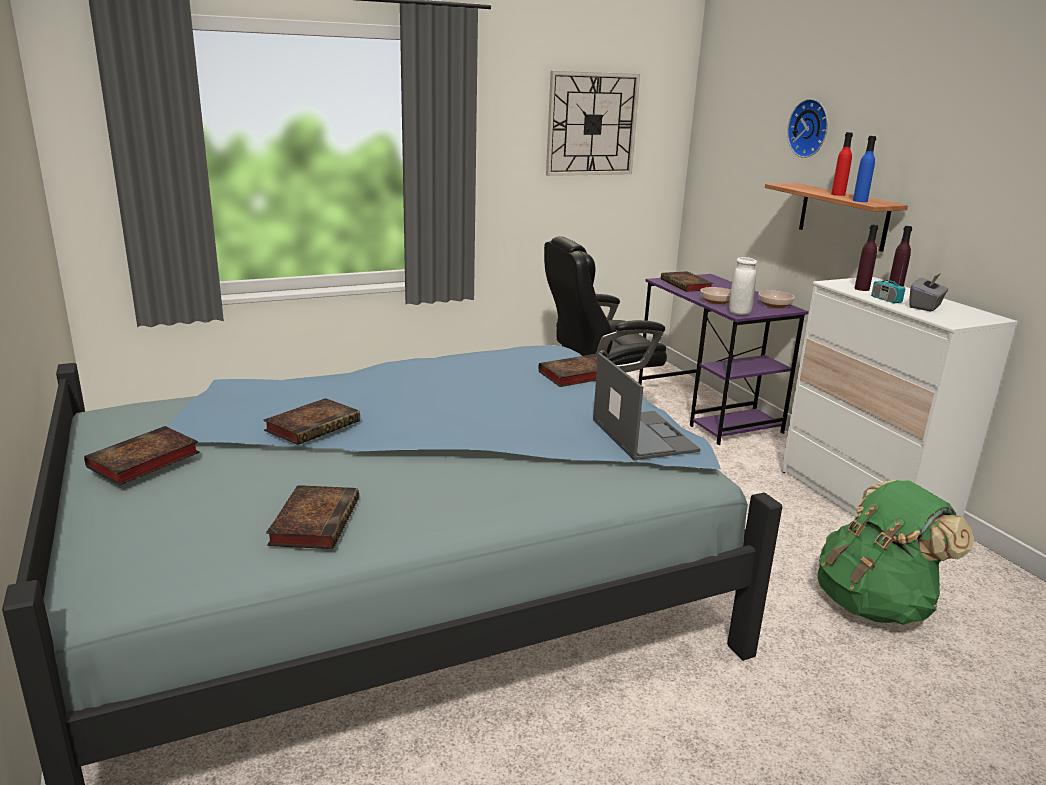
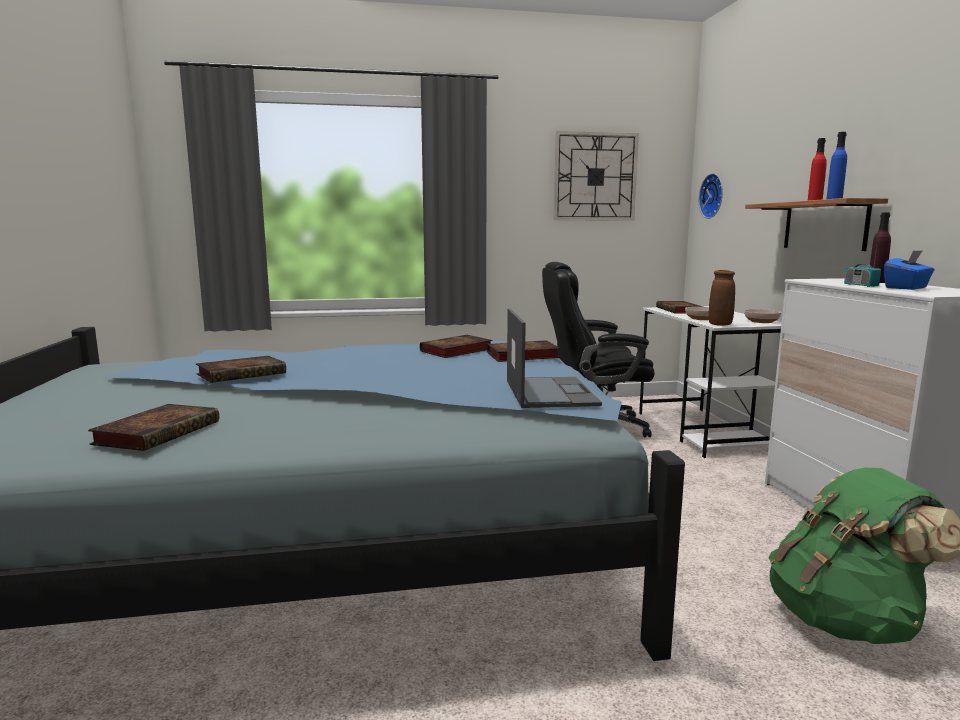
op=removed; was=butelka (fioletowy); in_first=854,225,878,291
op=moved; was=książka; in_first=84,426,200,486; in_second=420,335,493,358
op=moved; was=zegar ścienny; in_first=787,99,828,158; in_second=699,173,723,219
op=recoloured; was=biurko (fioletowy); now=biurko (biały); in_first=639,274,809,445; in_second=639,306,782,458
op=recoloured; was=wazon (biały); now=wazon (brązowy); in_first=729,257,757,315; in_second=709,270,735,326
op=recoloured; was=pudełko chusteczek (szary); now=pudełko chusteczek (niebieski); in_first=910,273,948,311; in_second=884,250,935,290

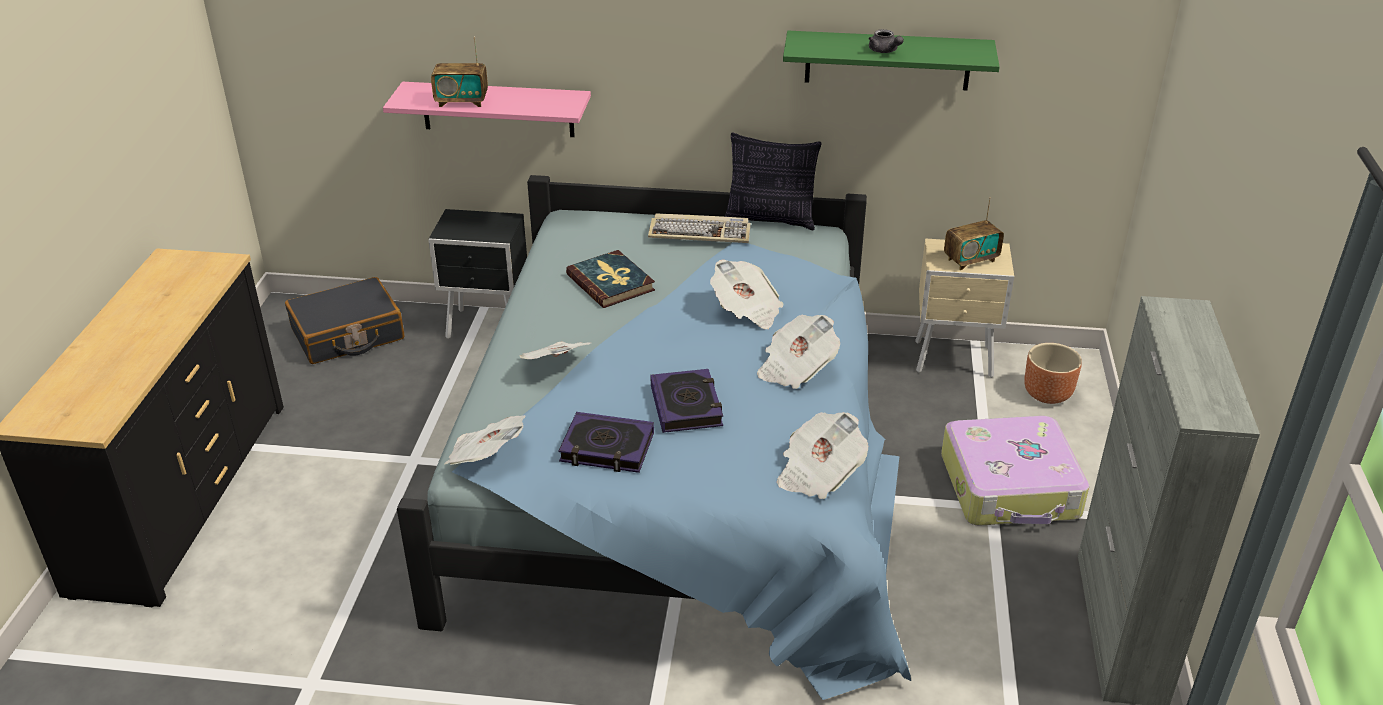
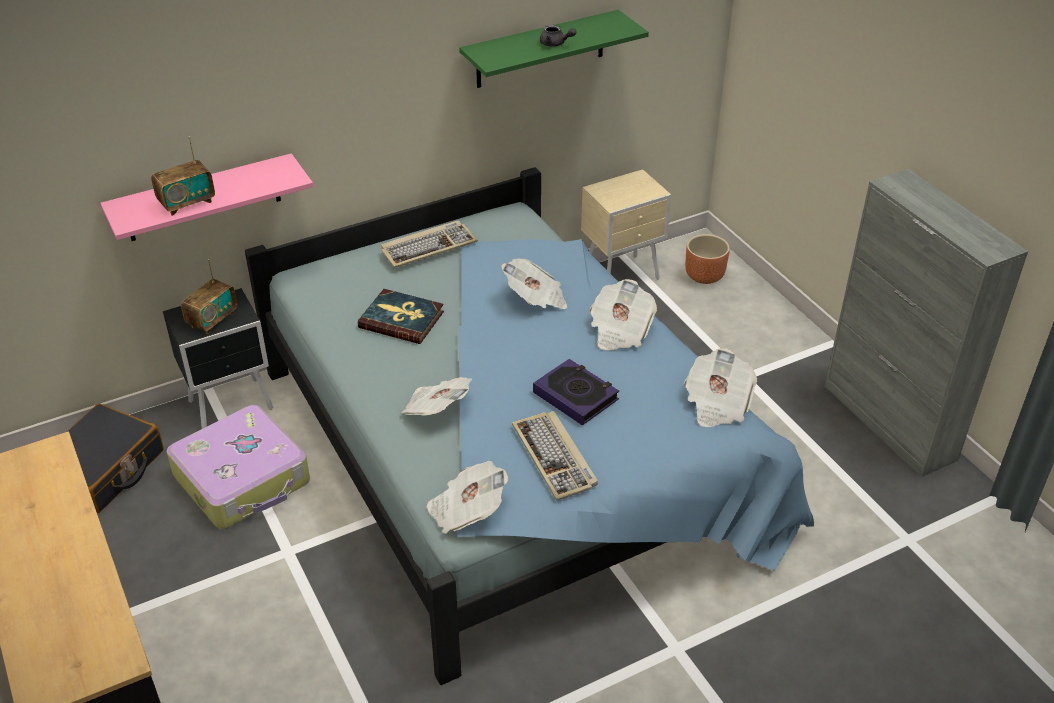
op=removed; was=poduszka; in_first=725,133,821,230
op=moved; was=walizka; in_first=941,416,1089,526; in_second=167,405,310,529
op=moved; was=radio; in_first=944,197,1004,270; in_second=181,259,237,335
op=replaced; was=książka; now=klawiatura; in_first=558,412,654,473; in_second=512,411,598,501

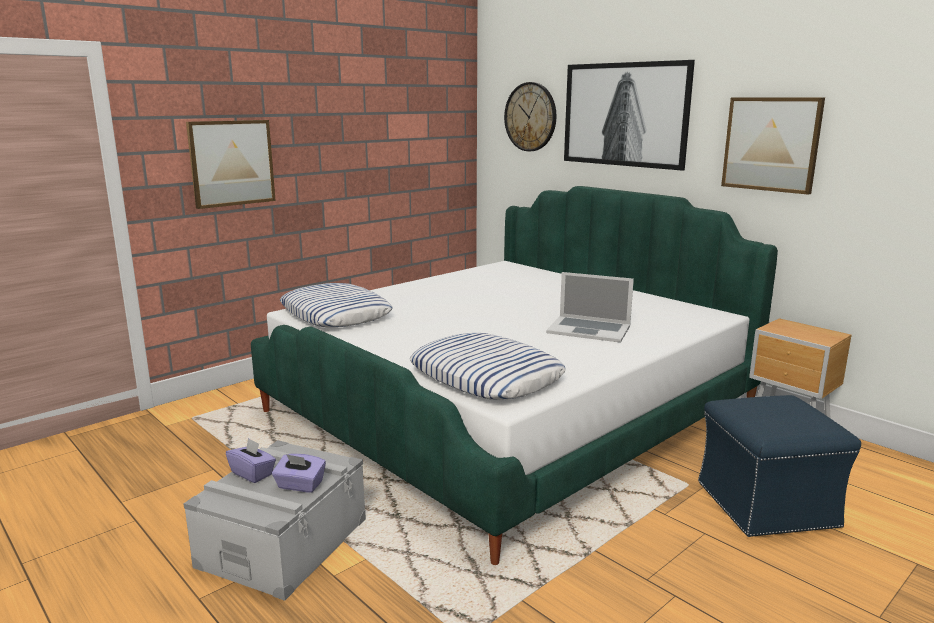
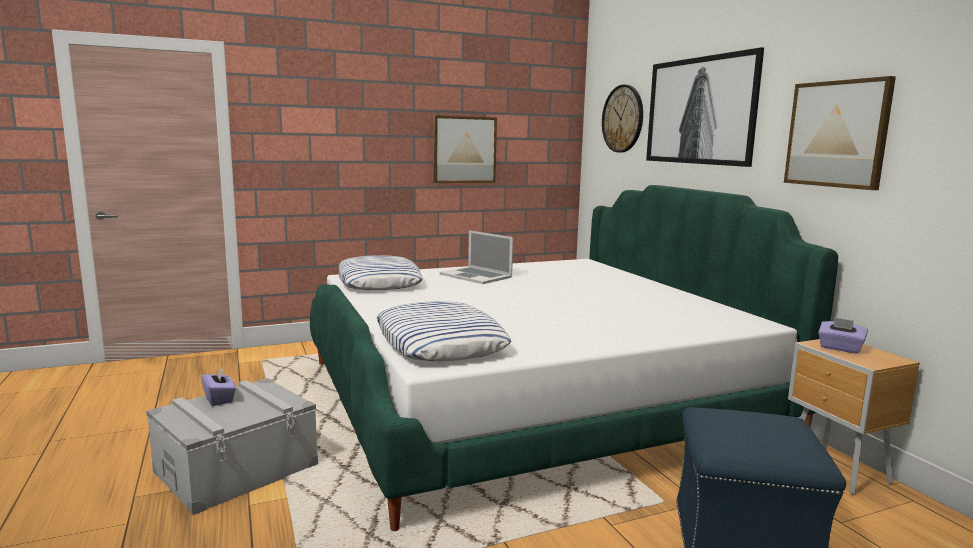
op=moved; was=obraz; in_first=186,120,276,209; in_second=433,115,497,183
op=moved; was=pudełko chusteczek (fioletowy); in_first=272,454,326,493; in_second=818,317,868,354
op=moved; was=laptop; in_first=546,272,634,343; in_second=440,230,513,284

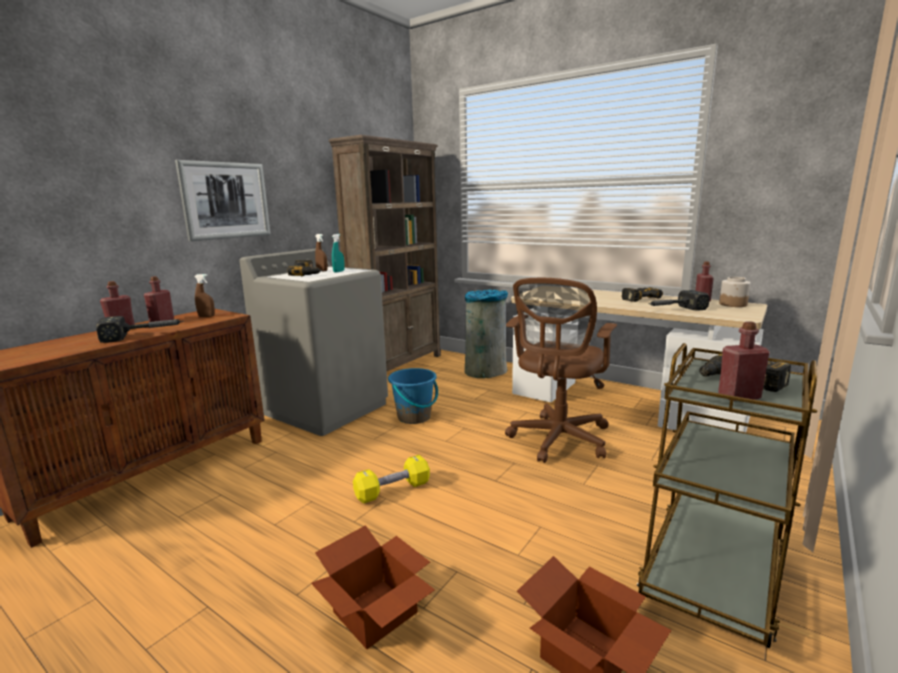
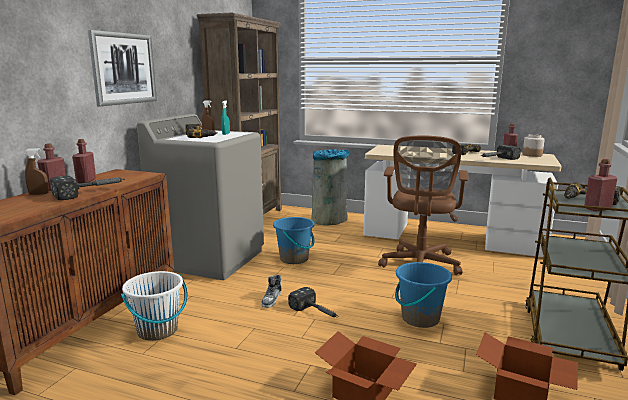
op=added; now=wiadro (biały); in_second=121,271,188,341
op=added; now=but; in_second=262,275,282,308
op=added; now=wiadro (niebieski); in_second=395,262,452,328
op=moved; was=spryskiwacz (brązowy); in_first=194,274,215,317; in_second=25,148,49,195
op=replaced; was=hantel (żółty); now=młotek; in_first=353,455,430,504; in_second=288,287,338,317

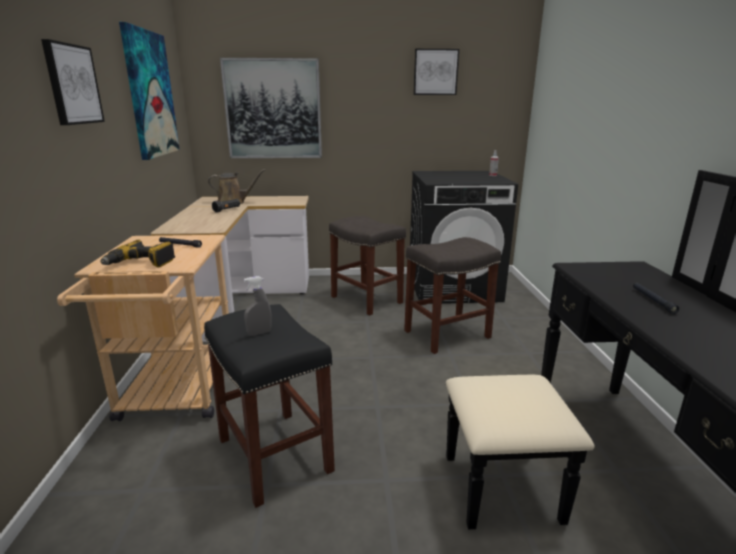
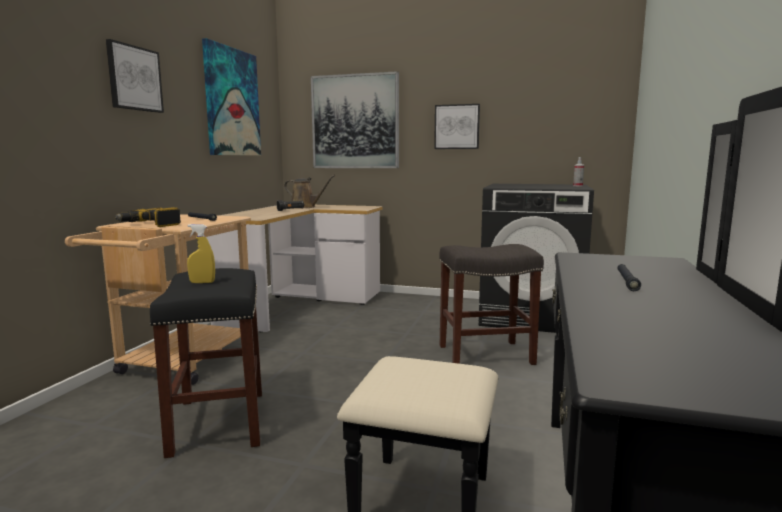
op=removed; was=stołek (szary); in_first=329,216,406,316
op=moved; was=obraz; in_first=413,49,459,95; in_second=434,104,480,149
op=recoloured; was=spryskiwacz (szary); now=spryskiwacz (żółty); in_first=244,276,272,336; in_second=187,224,215,283

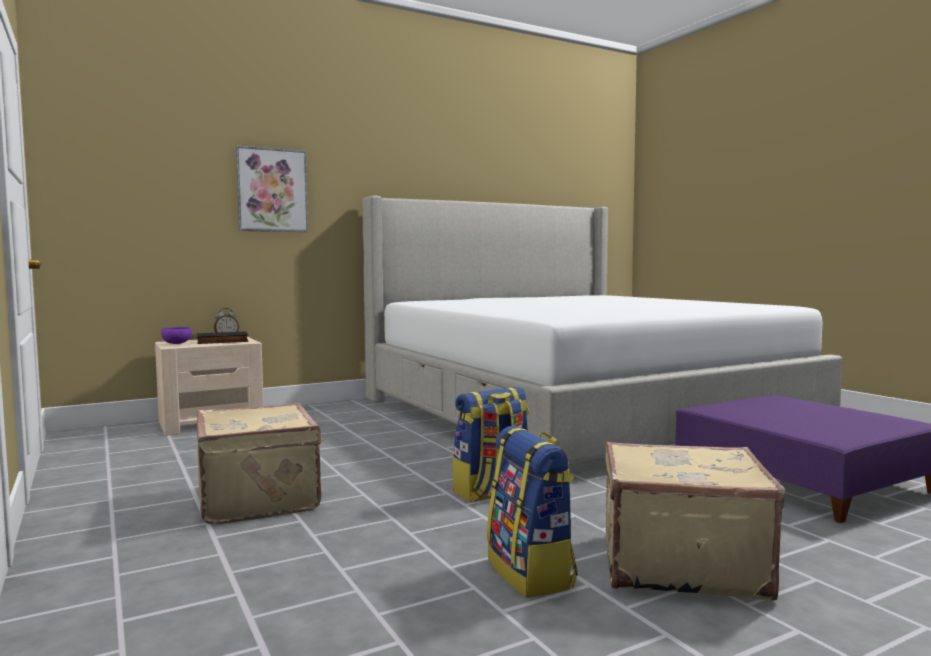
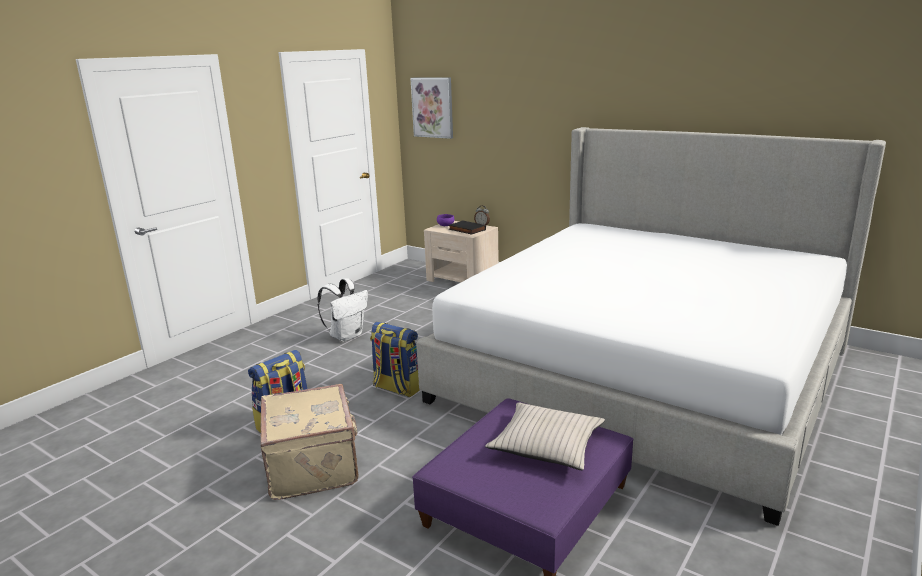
op=added; now=poduszka (beżowy); in_second=485,402,605,470
op=moved; was=obraz; in_first=236,145,308,232; in_second=410,77,453,139
op=replaced; was=walizka (beżowy); now=plecak (biały); in_first=197,403,323,524; in_second=318,278,368,342

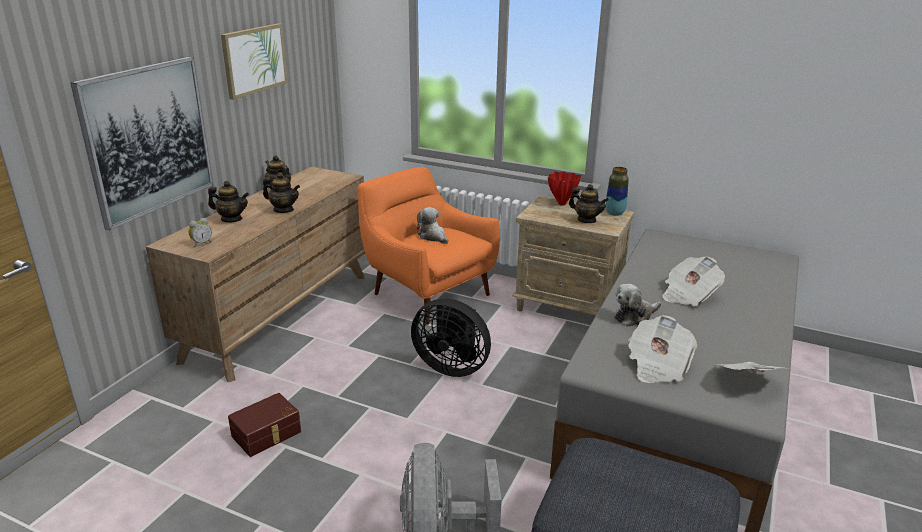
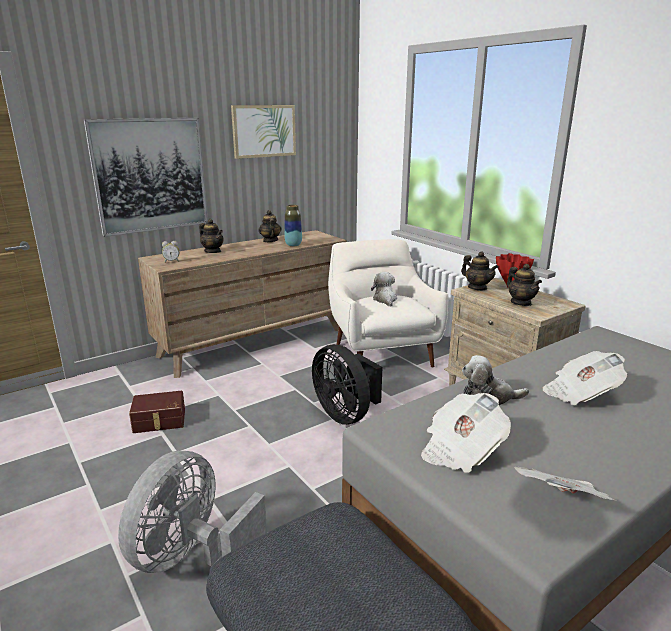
op=moved; was=imbryk; in_first=263,172,300,213; in_second=461,251,498,290
op=moved; was=wazon; in_first=605,167,629,216; in_second=284,205,302,247
op=recoloured; was=fotel (pomarańczowy); now=fotel (biały); in_first=358,167,500,325; in_second=328,239,449,368

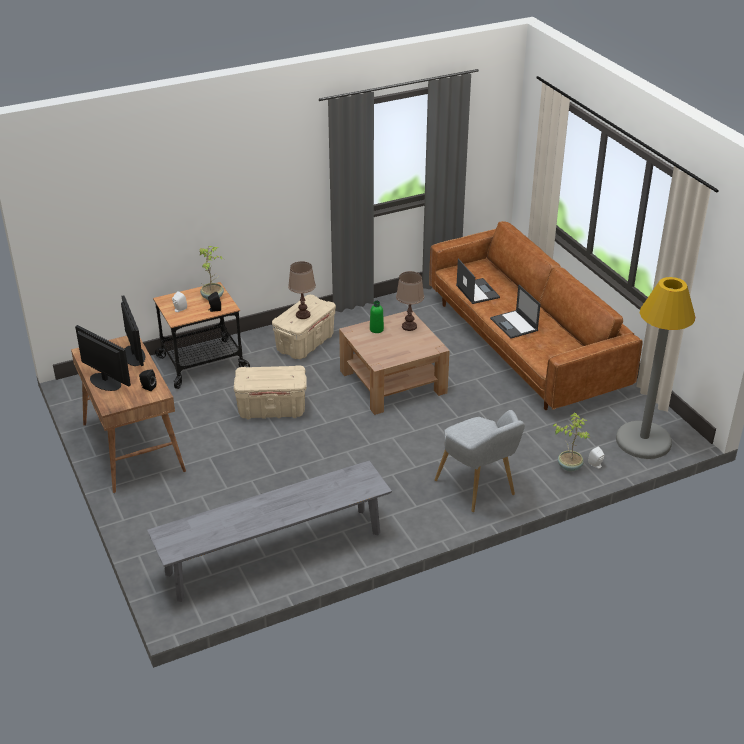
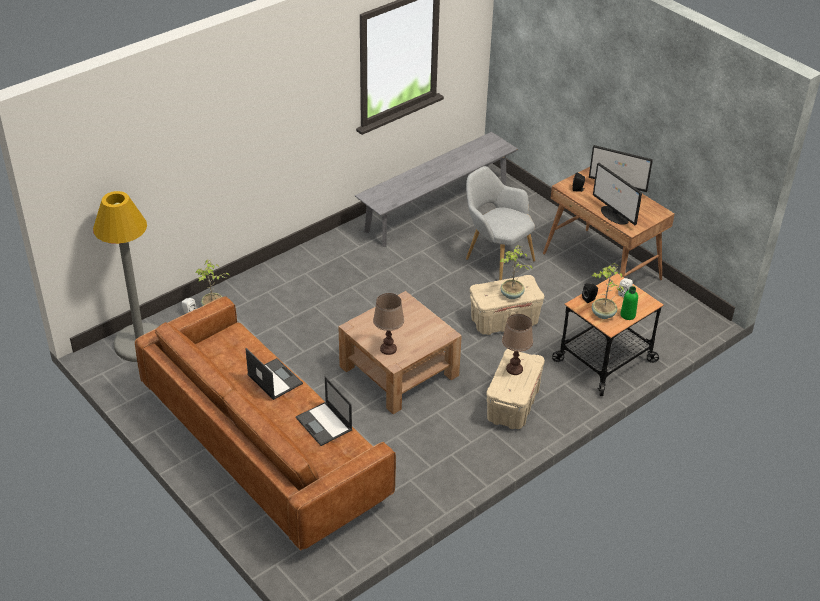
op=added; now=roślina doniczkowa; in_second=500,245,532,299
op=moved; was=butelka (zielony); in_first=370,300,384,333; in_second=620,286,638,320
op=moved; was=fotel (szary); in_first=435,410,525,512; in_second=466,166,535,280

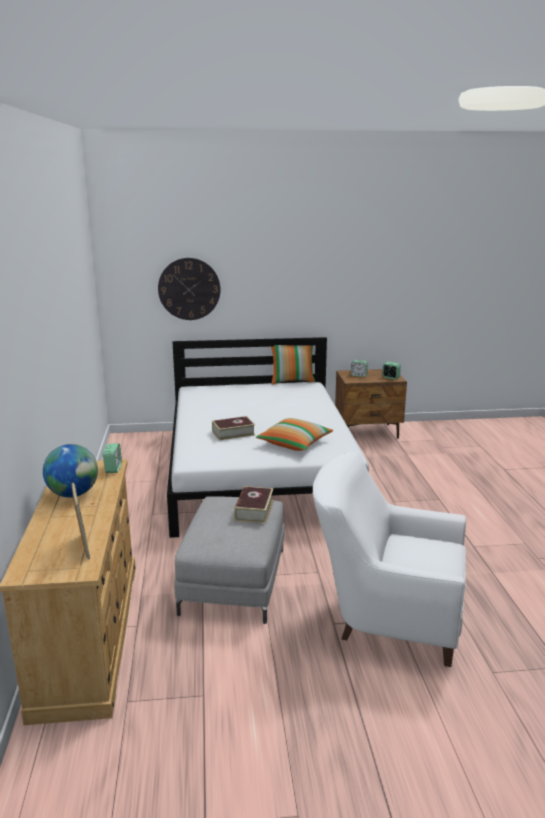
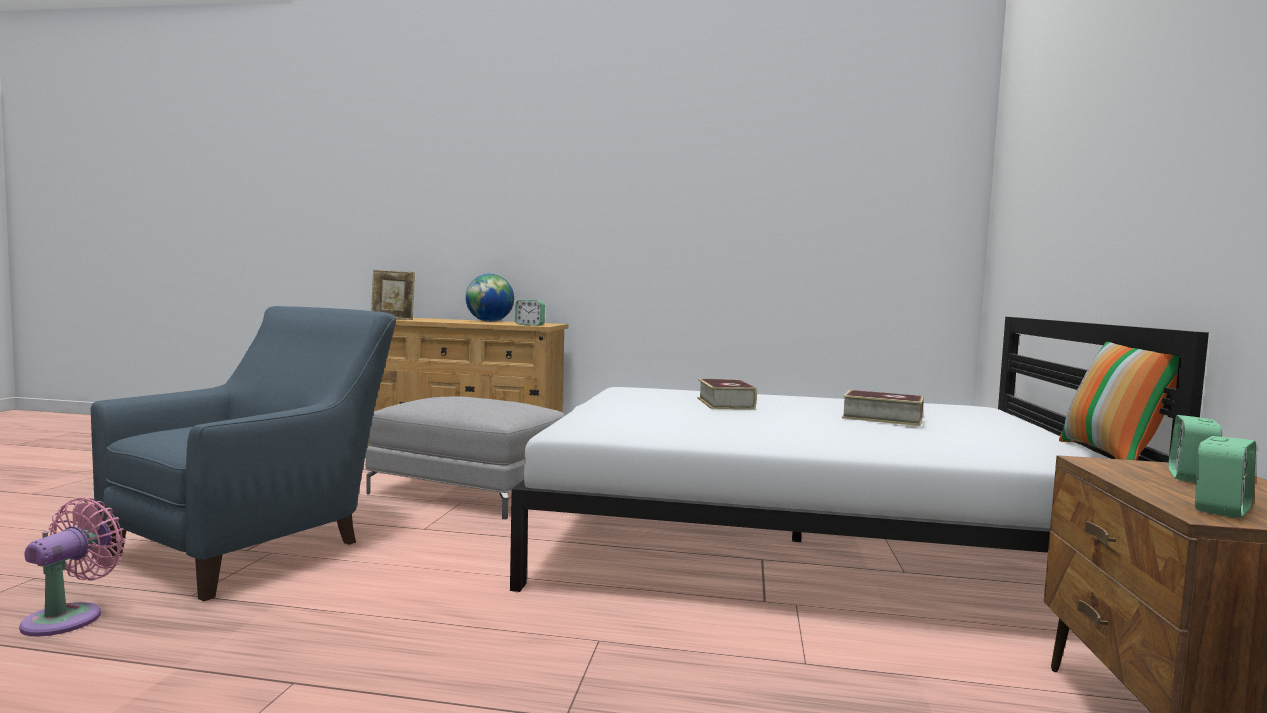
op=removed; was=zegar ścienny; in_first=158,258,221,320
op=removed; was=poduszka; in_first=256,418,333,451
op=added; now=wentylator (różowy); in_second=19,497,125,636
op=moved; was=książka; in_first=234,486,273,523; in_second=842,390,924,426
op=recoloured; was=fotel (biały); now=fotel (niebieski); in_first=313,451,466,667; in_second=91,306,396,601

